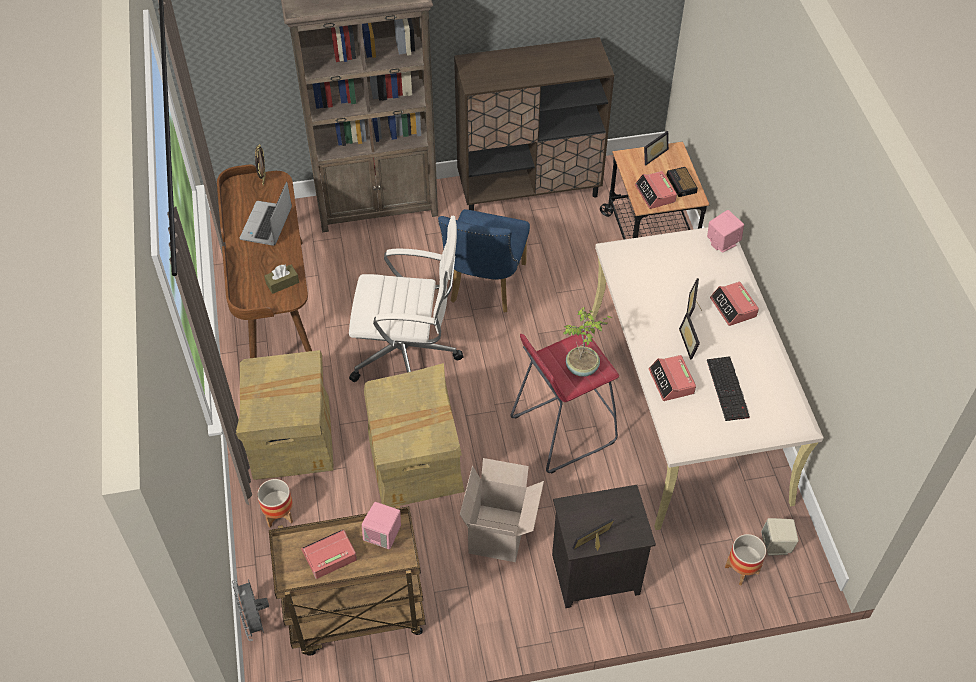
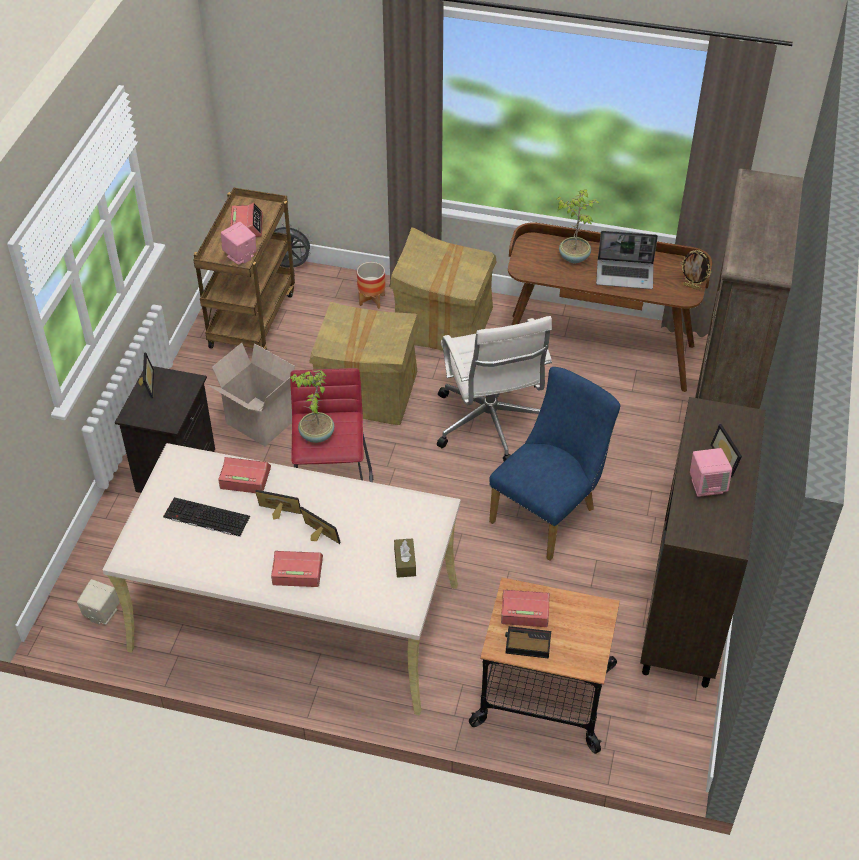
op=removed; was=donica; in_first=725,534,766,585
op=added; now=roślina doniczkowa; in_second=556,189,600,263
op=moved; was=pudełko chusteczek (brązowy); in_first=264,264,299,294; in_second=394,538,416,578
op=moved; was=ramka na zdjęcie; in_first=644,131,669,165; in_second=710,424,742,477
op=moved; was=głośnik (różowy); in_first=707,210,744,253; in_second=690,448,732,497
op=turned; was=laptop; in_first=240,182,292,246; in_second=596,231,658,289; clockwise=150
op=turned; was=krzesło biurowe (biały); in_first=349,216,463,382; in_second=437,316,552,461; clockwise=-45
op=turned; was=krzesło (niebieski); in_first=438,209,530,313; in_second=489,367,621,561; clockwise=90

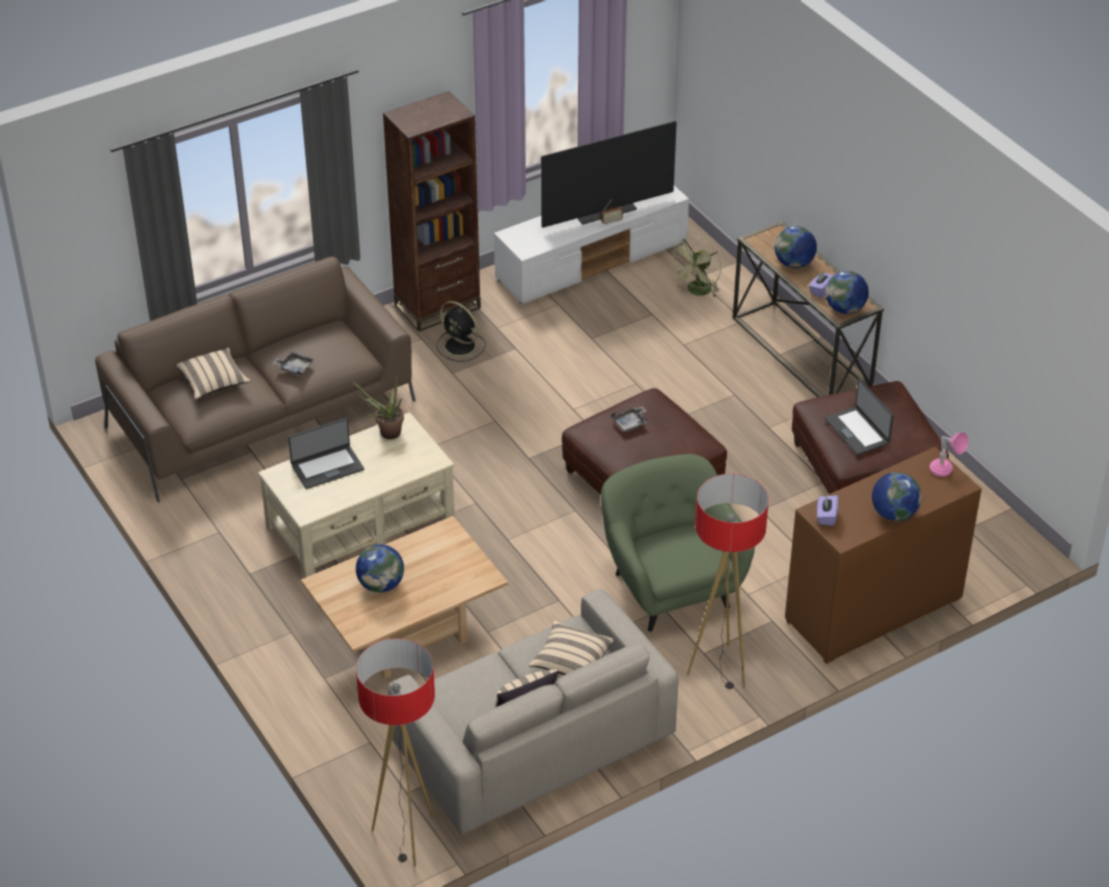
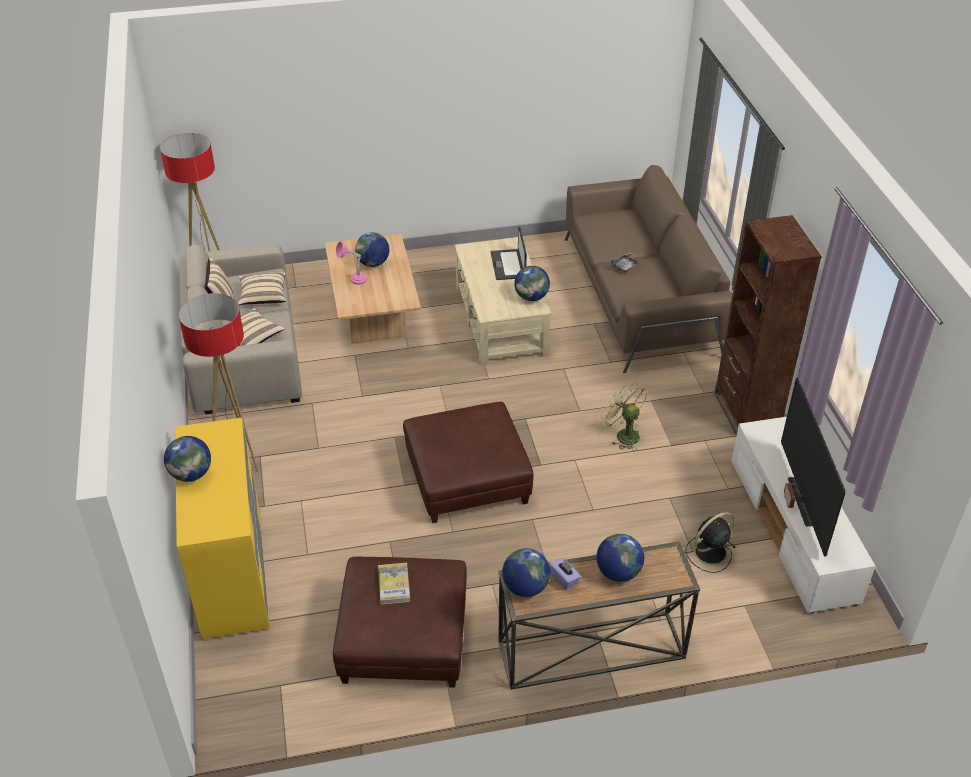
op=removed; was=fotel (zielony); in_first=601,454,755,632
op=removed; was=taca (szary); in_first=611,406,647,432
op=removed; was=pudełko chusteczek (fioletowy); in_first=817,495,838,526
op=moved; was=poduszka (beżowy); in_first=176,348,251,399; in_second=238,272,286,305
op=moved; was=wentylator (czarny); in_first=436,301,486,362; in_second=685,512,736,573
op=moved; was=wentylator (zielony); in_first=670,237,721,297; in_second=601,382,647,450
op=moved; was=lampa stołowa (różowy); in_first=929,432,969,477; in_second=336,242,367,285
op=replaced; was=roślina doniczkowa; now=globus; in_first=352,374,404,439; in_second=514,266,550,301
op=replaced; was=laptop; now=książka; in_first=825,379,894,455; in_second=378,563,410,605
op=recoloured; was=komoda (brązowy); now=komoda (żółty); in_first=785,447,982,664; in_second=175,418,270,641

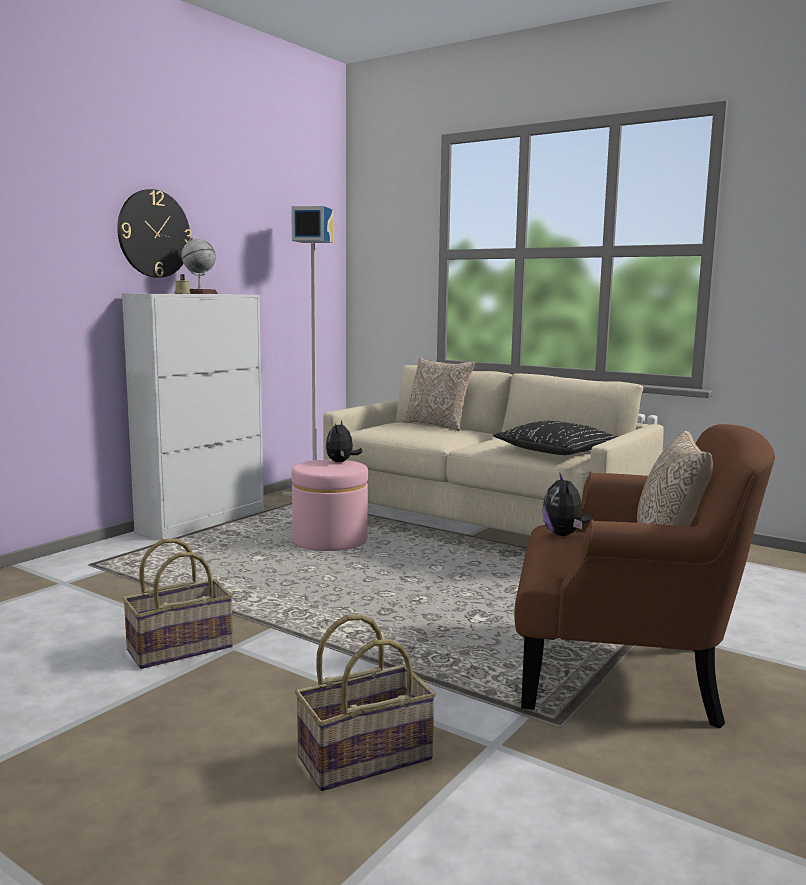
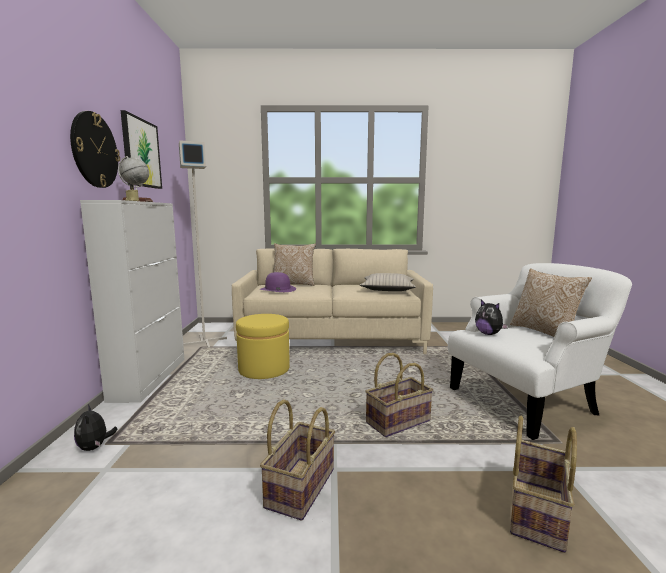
op=added; now=obraz; in_second=121,110,162,189
op=added; now=kapelusz (fioletowy); in_second=260,272,296,292
op=added; now=koszyk; in_second=365,353,433,437
op=moved; was=pluszak; in_first=326,420,363,462; in_second=74,405,117,451
op=recoloured; was=pufa (różowy); now=pufa (żółty); in_first=291,459,368,551; in_second=236,314,290,379
op=recoloured; was=poduszka (czarny); now=poduszka (beżowy); in_first=493,421,617,455; in_second=360,273,416,291
op=recoloured; was=fotel (brązowy); now=fotel (biały); in_first=514,424,775,728; in_second=448,263,632,440

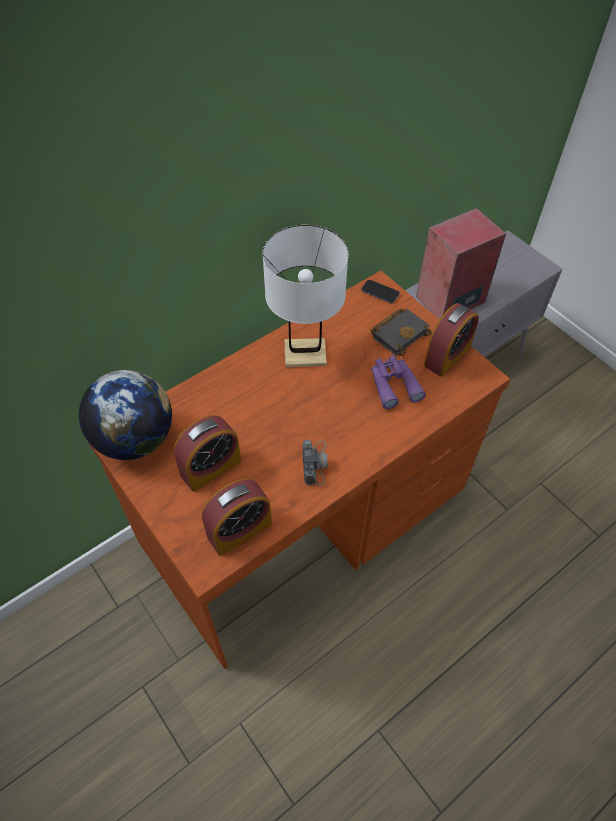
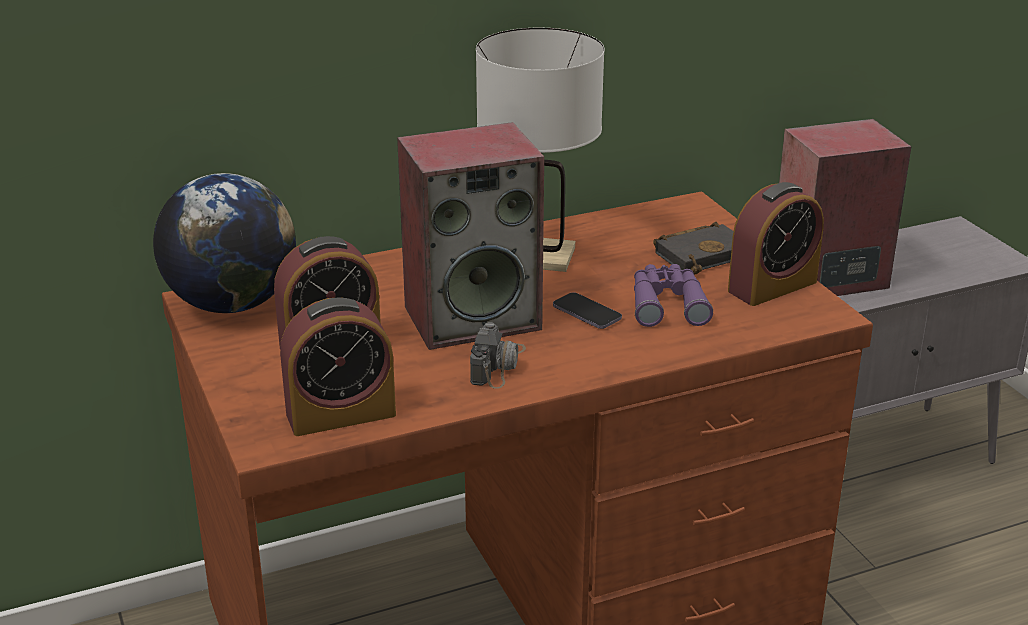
op=added; now=głośnik; in_second=397,122,544,350
op=moved; was=telefon; in_first=361,280,400,303; in_second=553,292,622,329

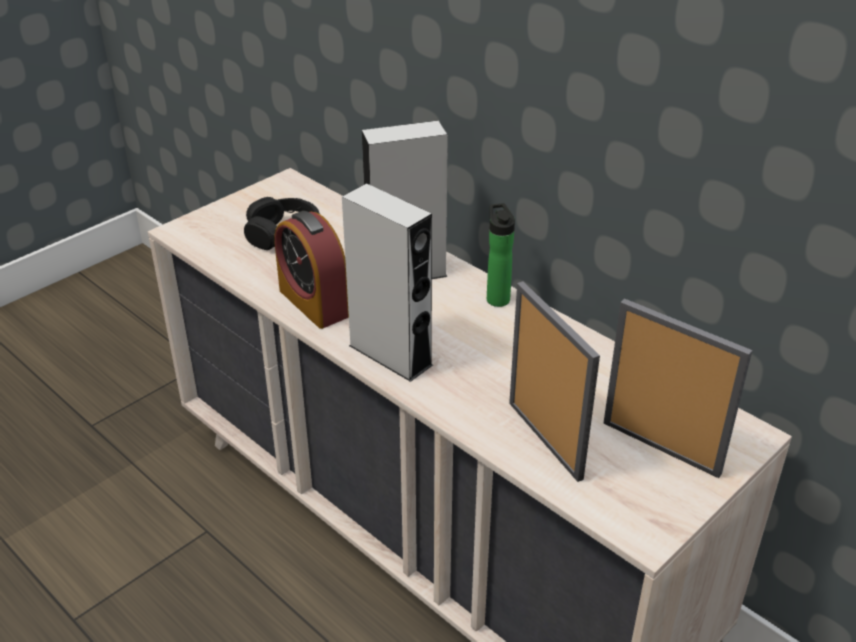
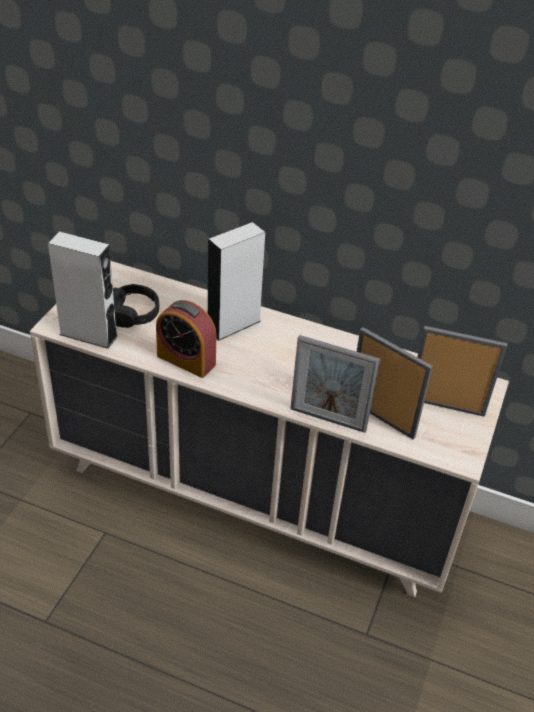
op=removed; was=butelka; in_first=487,203,515,307
op=added; now=ramka na zdjęcie; in_second=290,335,380,433
op=moved; was=głośnik (szary); in_first=342,183,433,382; in_second=48,232,118,349

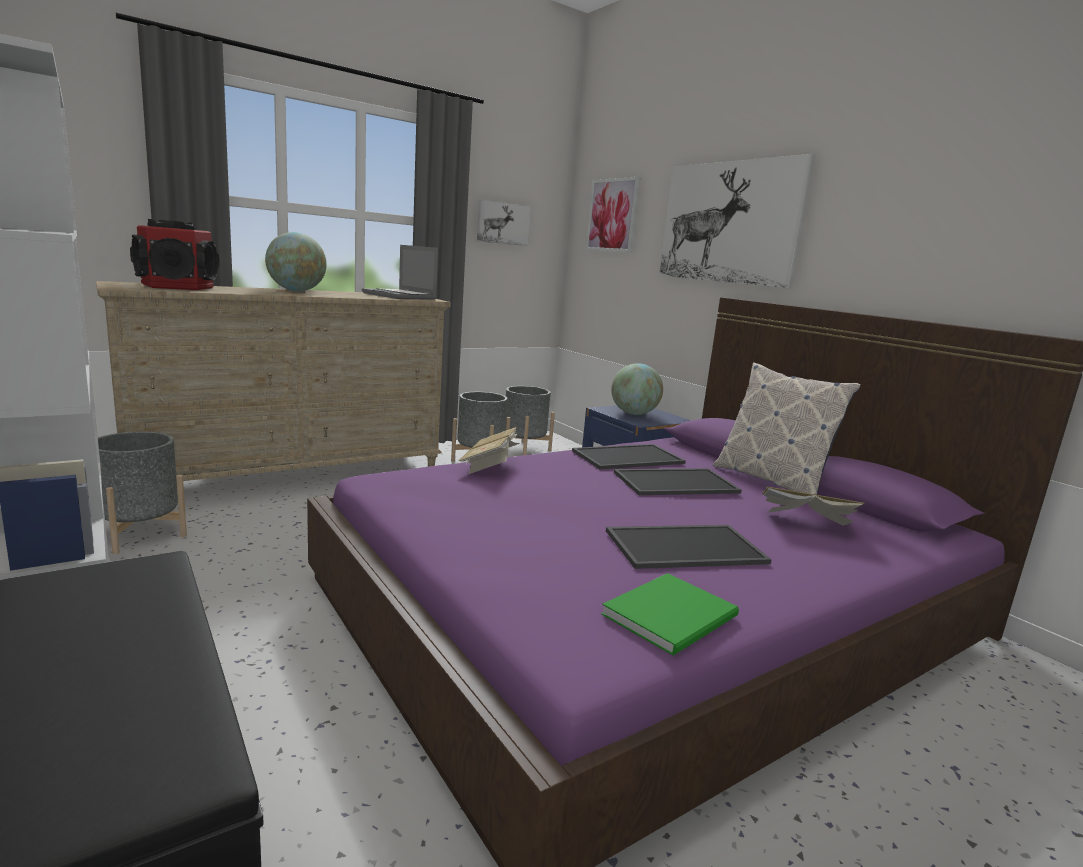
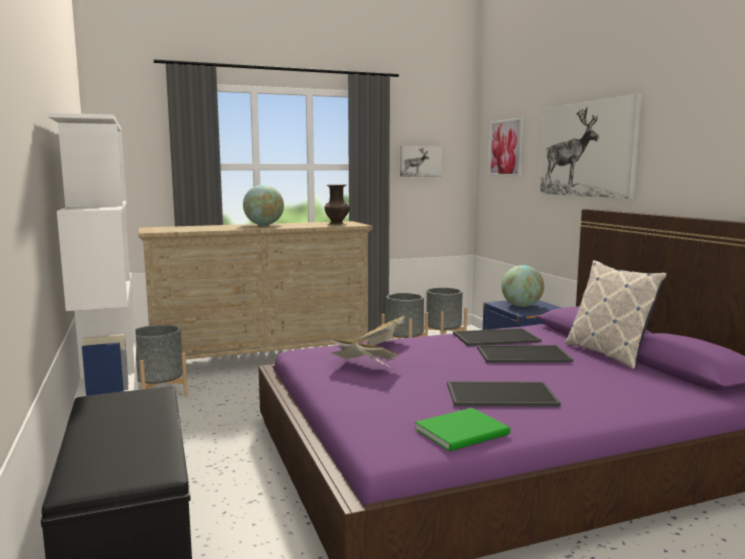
op=removed; was=głośnik; in_first=130,219,219,290
op=moved; was=książka; in_first=762,487,865,526; in_second=328,338,398,366
op=replaced; was=laptop; now=wazon (brązowy); in_first=362,245,438,300; in_second=325,184,350,224

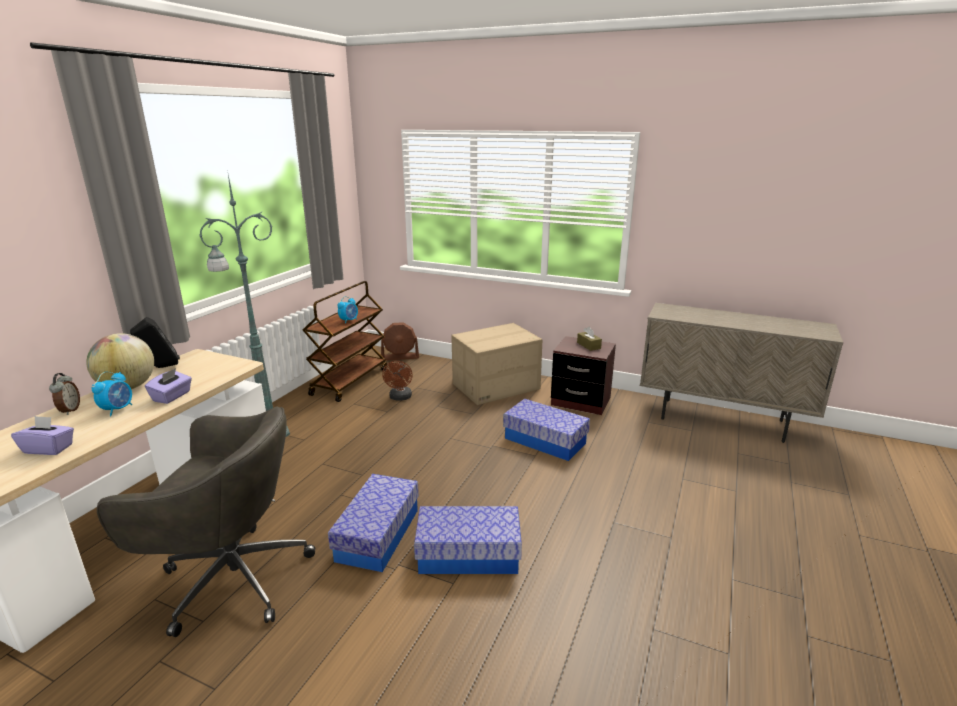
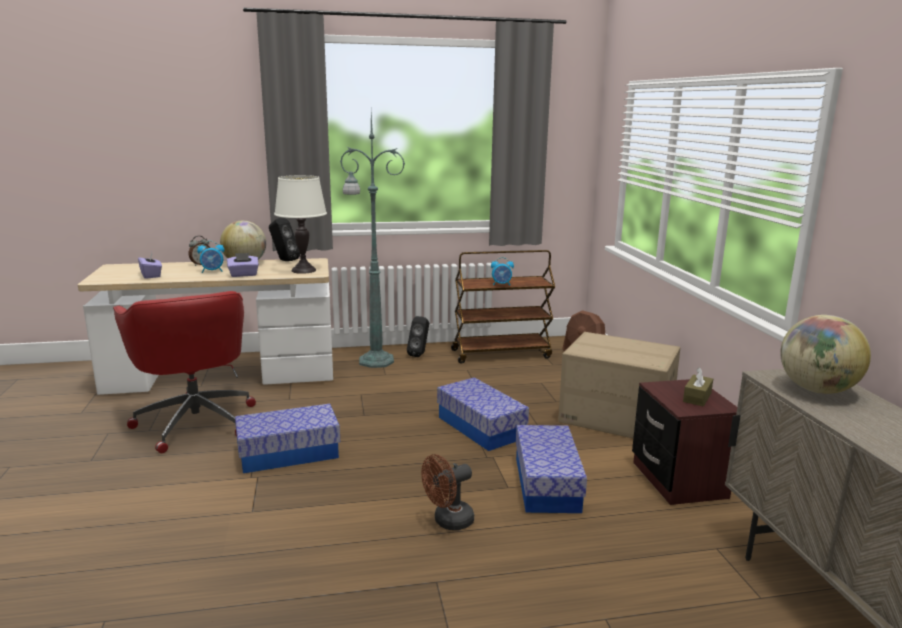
op=added; now=lampa stołowa (biały); in_second=274,175,327,274
op=added; now=głośnik (czarny); in_second=407,316,429,357
op=added; now=globus; in_second=780,315,871,394
op=moved; was=wentylator (brązowy); in_first=382,360,412,401; in_second=421,454,474,530
op=moved; was=pojemnik do przechowywania; in_first=414,506,522,574; in_second=437,377,529,451
op=recoloured; was=krzesło biurowe (szary); now=krzesło biurowe (czerwony); in_first=97,407,315,637; in_second=113,291,256,453

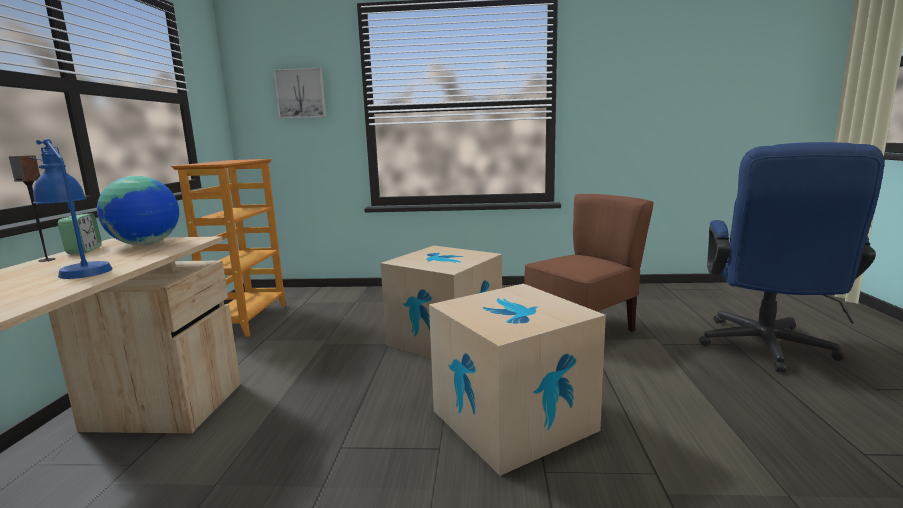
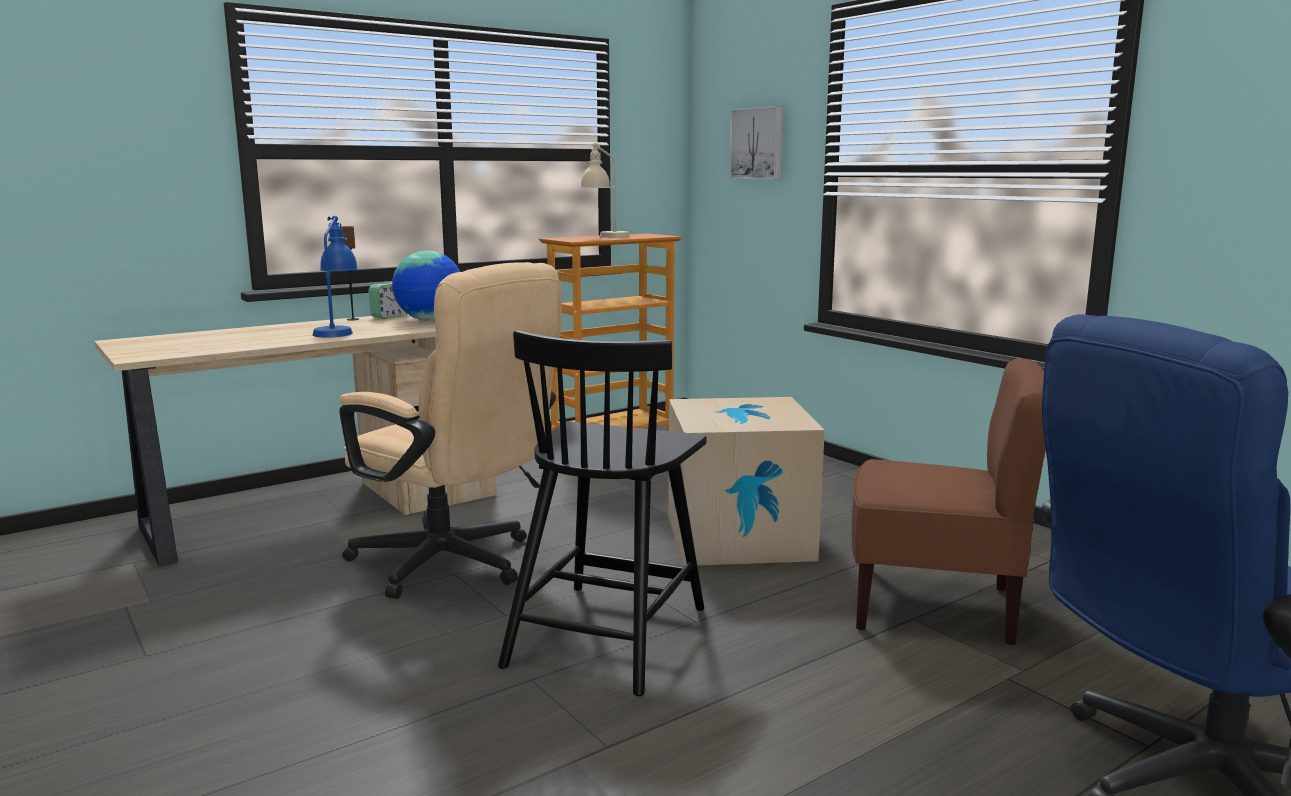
op=added; now=krzesło biurowe (beżowy); in_second=339,262,562,599
op=added; now=lampa stołowa (beżowy); in_second=580,143,630,238
op=replaced; was=karton; now=krzesło (czarny); in_first=429,283,606,476; in_second=498,330,707,696

